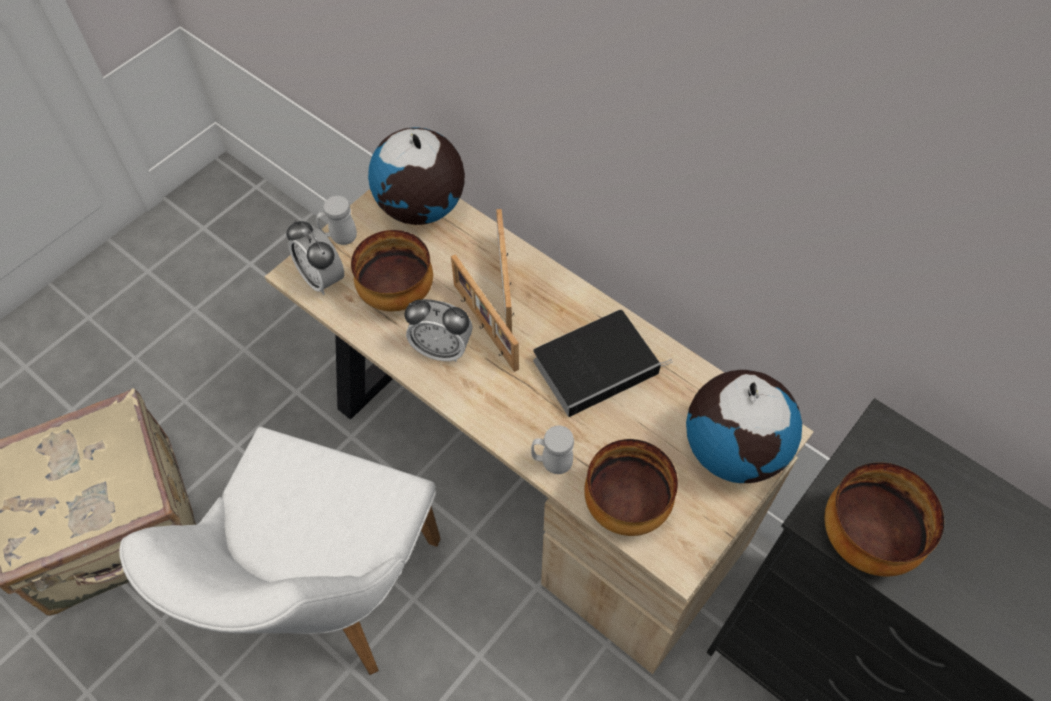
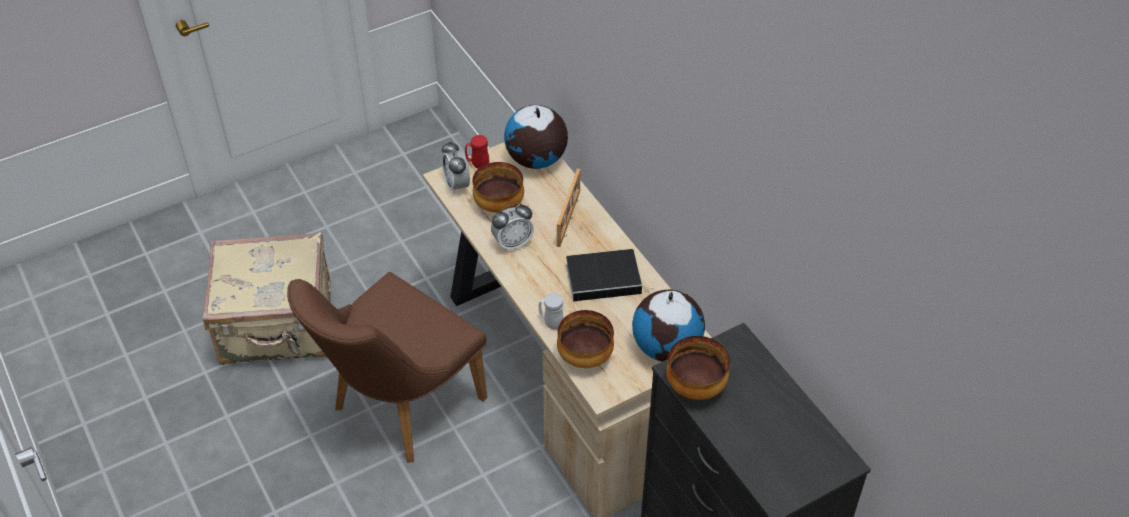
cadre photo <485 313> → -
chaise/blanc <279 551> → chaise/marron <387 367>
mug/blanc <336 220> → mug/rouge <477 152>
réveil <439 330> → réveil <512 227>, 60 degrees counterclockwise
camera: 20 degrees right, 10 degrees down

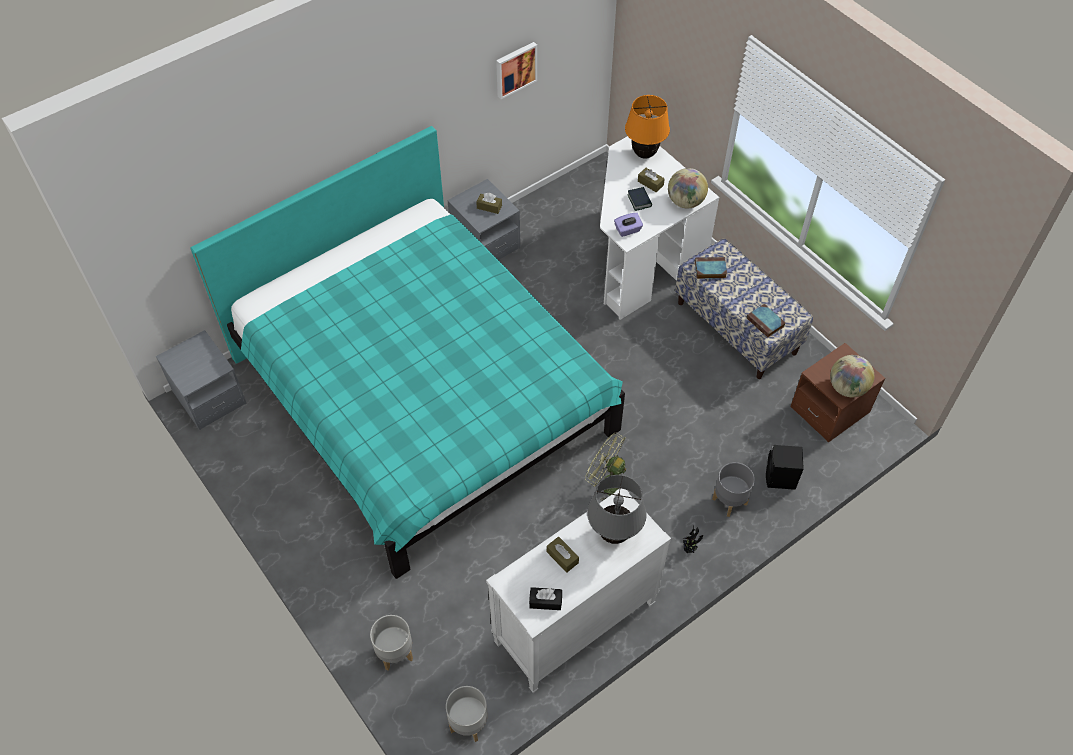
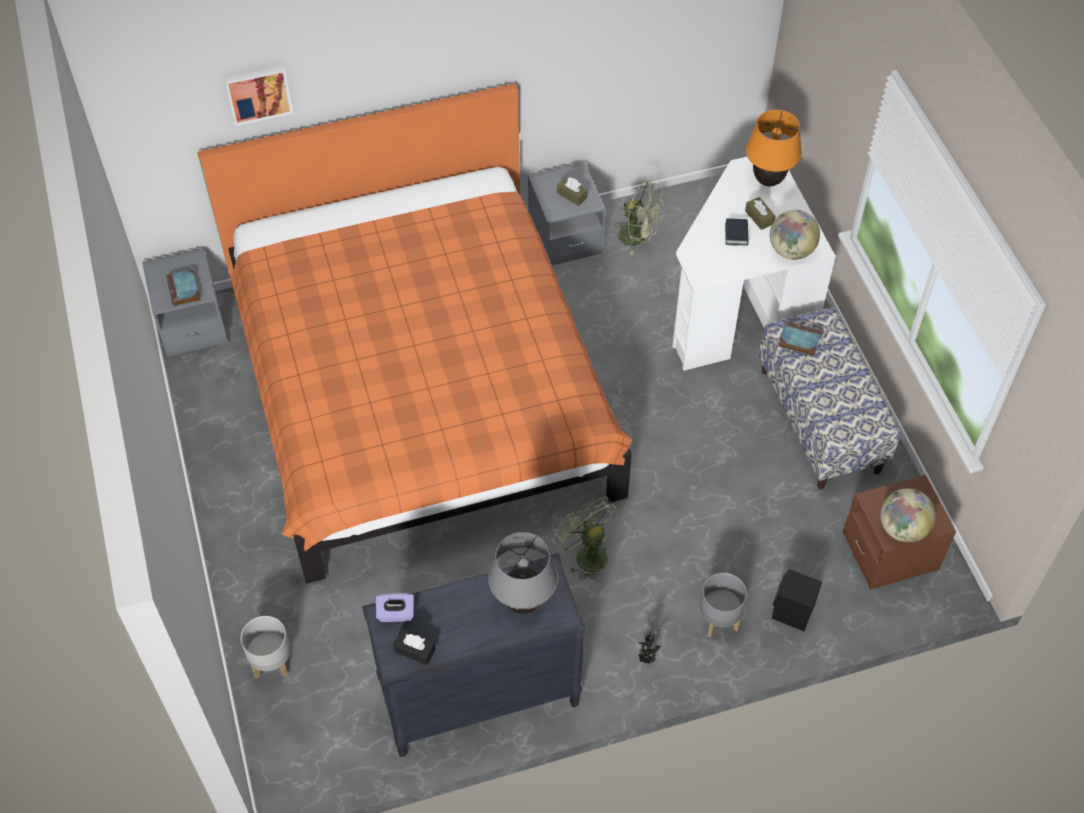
cache-pot/gris <467 714> → -
boîte à mouchoirs/marron <563 554> → -
- → ventilateur/vert <639 217>
tableau <516 70> → tableau <258 95>, shifted
boîte à mouchoirs/violet <628 225> → boîte à mouchoirs/violet <395 607>, shifted
livre <766 321> → livre <183 287>, shifted
lit/turquoise <407 352> → lit/orange <414 333>
commode/blanc <578 590> → commode/noir <473 655>
camera: 20 degrees right, 0 degrees up

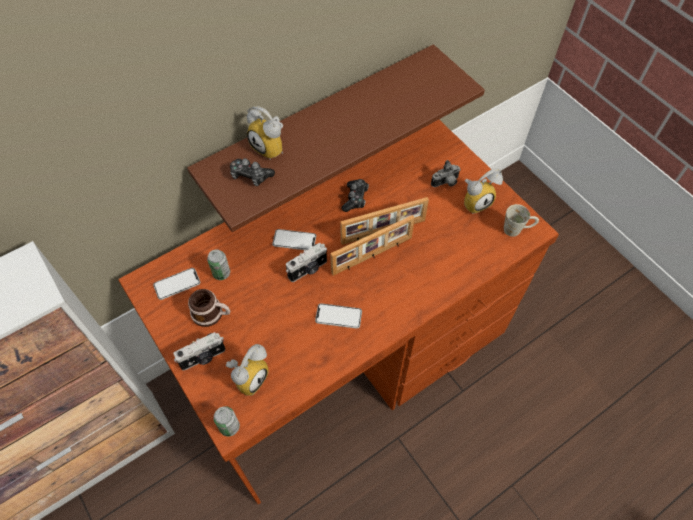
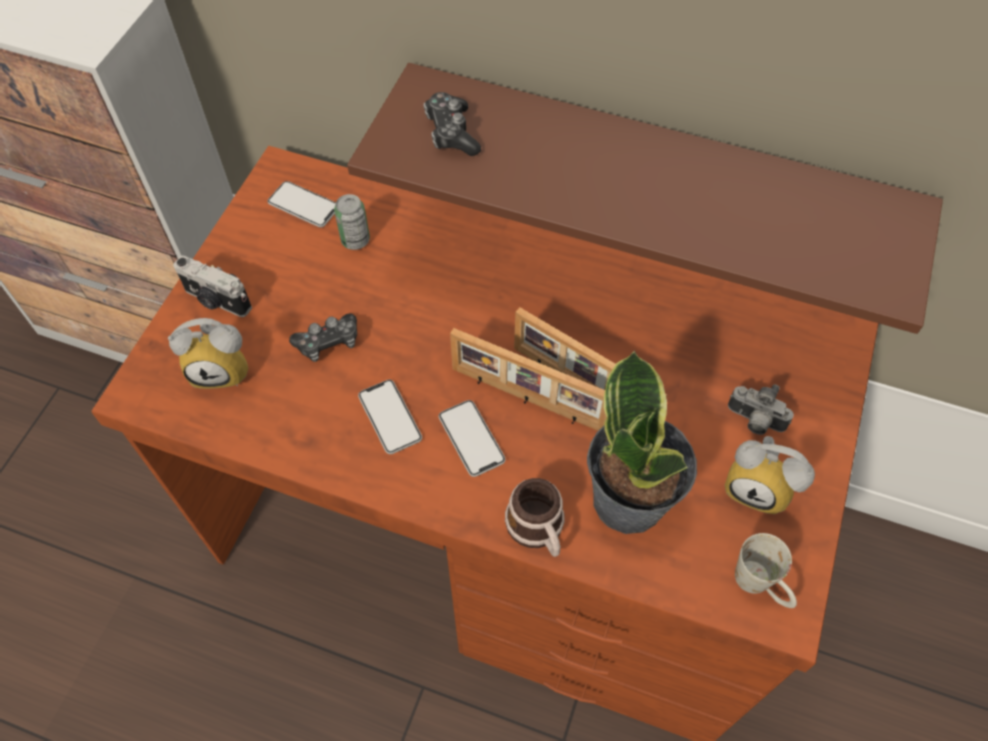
boîte métallique <226 421> → -
réveil <265 132> → -
appareil photo <306 262> → -
- → plante en pot <642 442>
mug <209 308> → mug <534 517>, shifted
téléphone <294 239> → téléphone <472 438>, shifted
manette <355 195> → manette <323 337>, shifted
camera: 55 degrees right, 0 degrees up

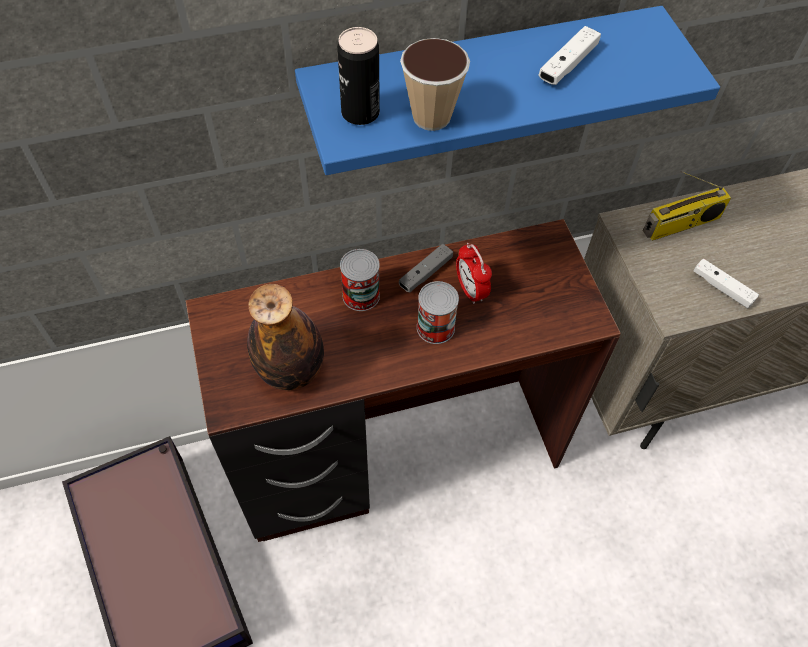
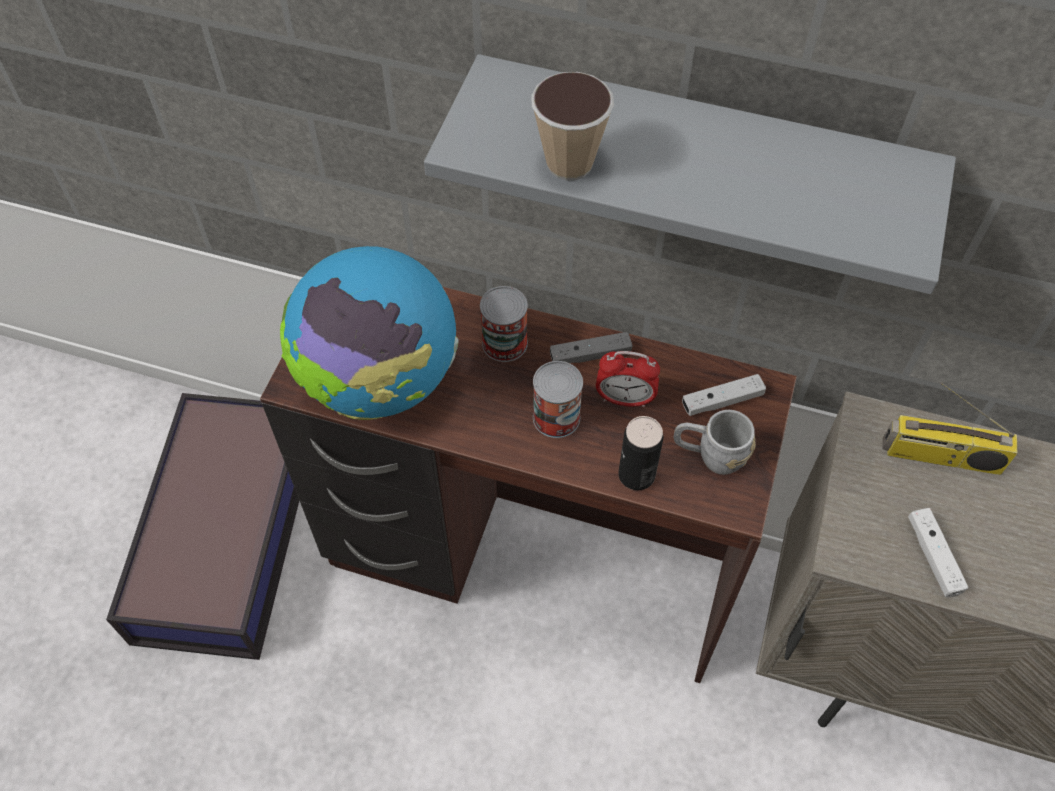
- → mug/gris <715 442>
boîte métallique <358 76> → boîte métallique <641 453>, shifted
manette/blanc <569 55> → manette/blanc <724 395>, shifted
bouteille <285 337> → globe <369 332>
étagère/bleu <507 90> → étagère/gris <690 174>
réveil <474 273> → réveil <628 379>, 90 degrees counterclockwise
camera: 35 degrees right, 0 degrees up

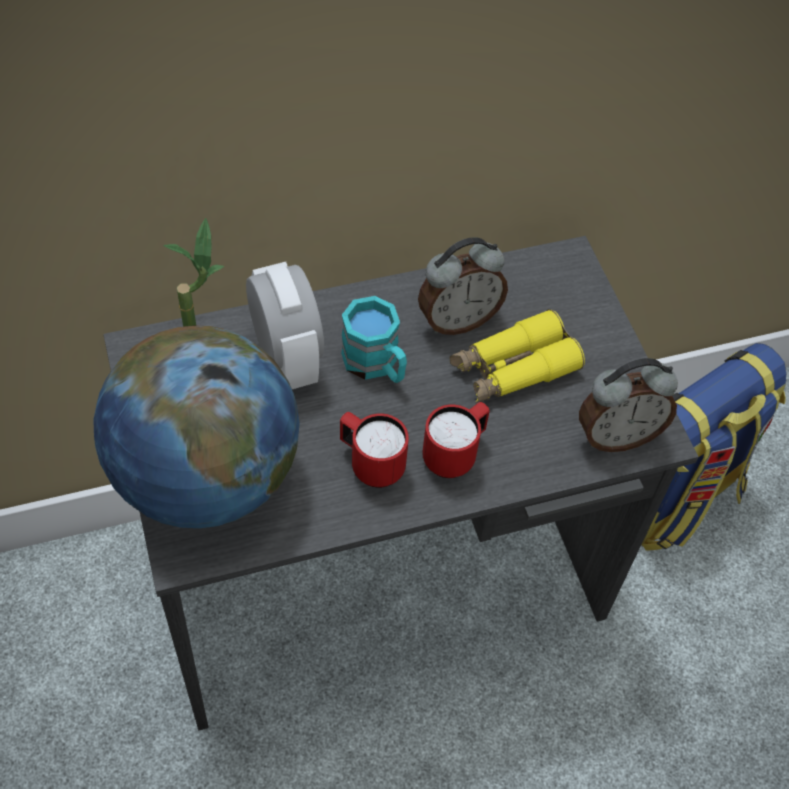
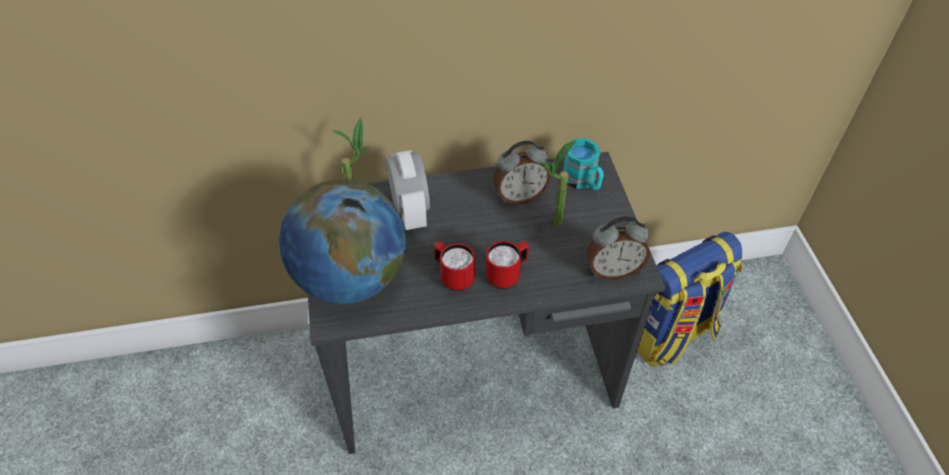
mug/turquoise <374 339> → mug/turquoise <583 164>, shifted
jumelles/jaune <517 356> → plante en pot <557 183>
camera: 10 degrees right, 5 degrees down

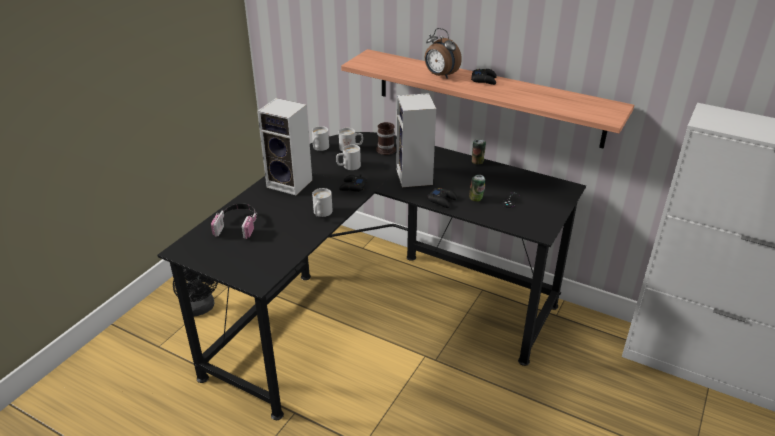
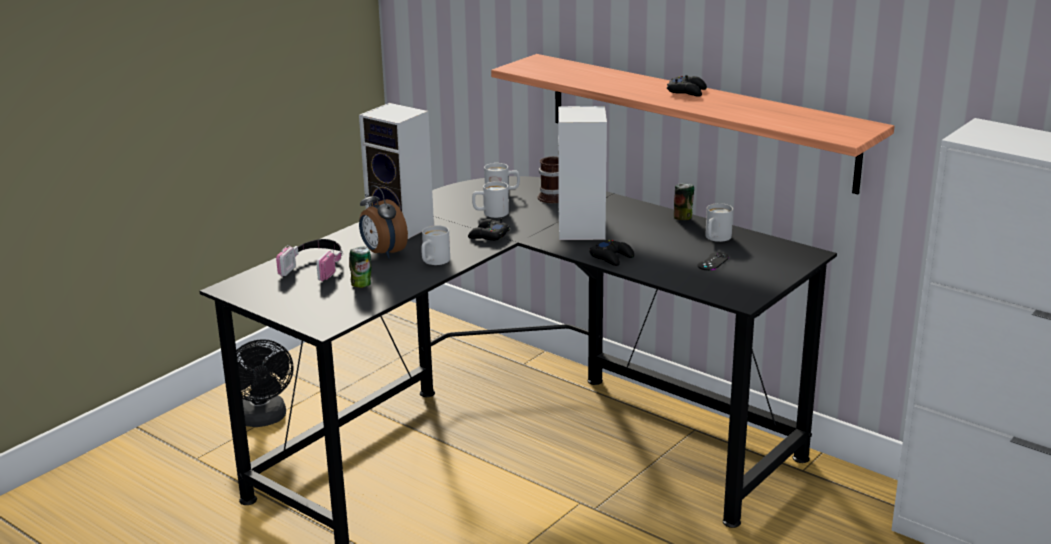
mug/blanc <320 138> → mug/blanc <719 222>, shifted
réveil <443 53> → réveil <383 221>, shifted
boîte métallique <477 188> → boîte métallique <360 267>, shifted
camera: 10 degrees right, 10 degrees down

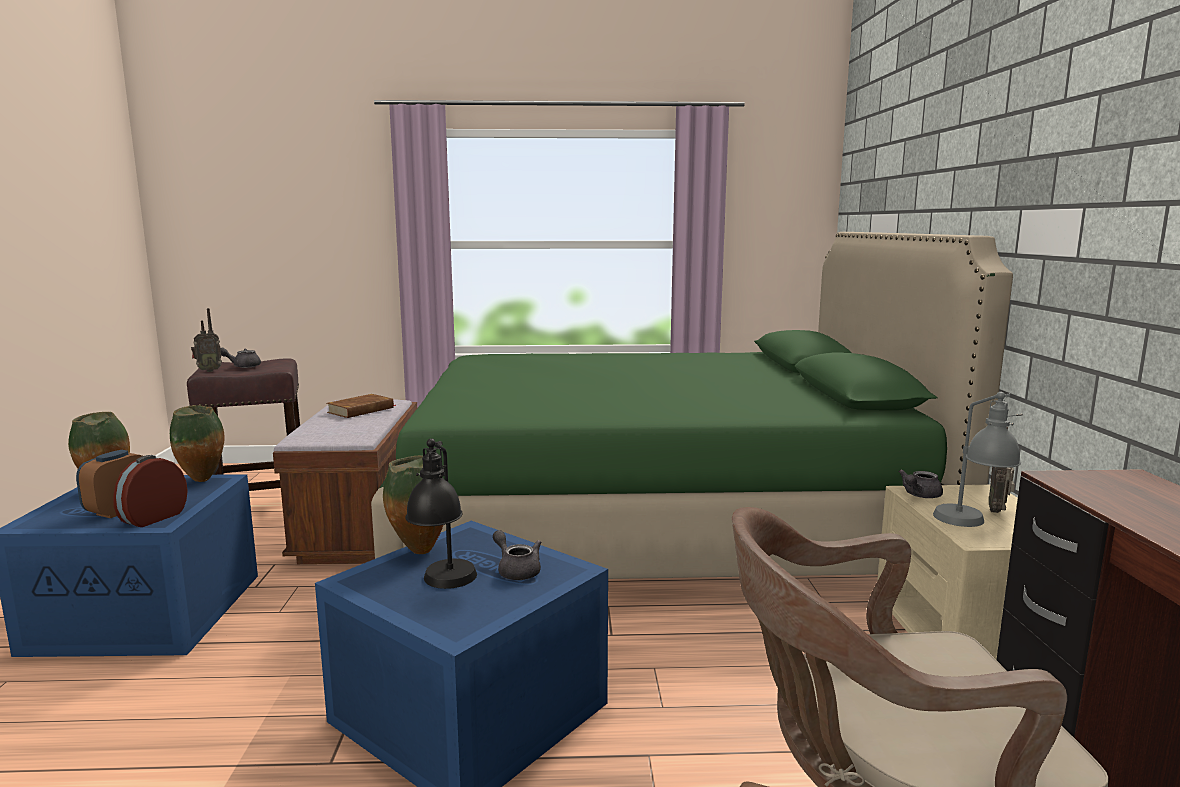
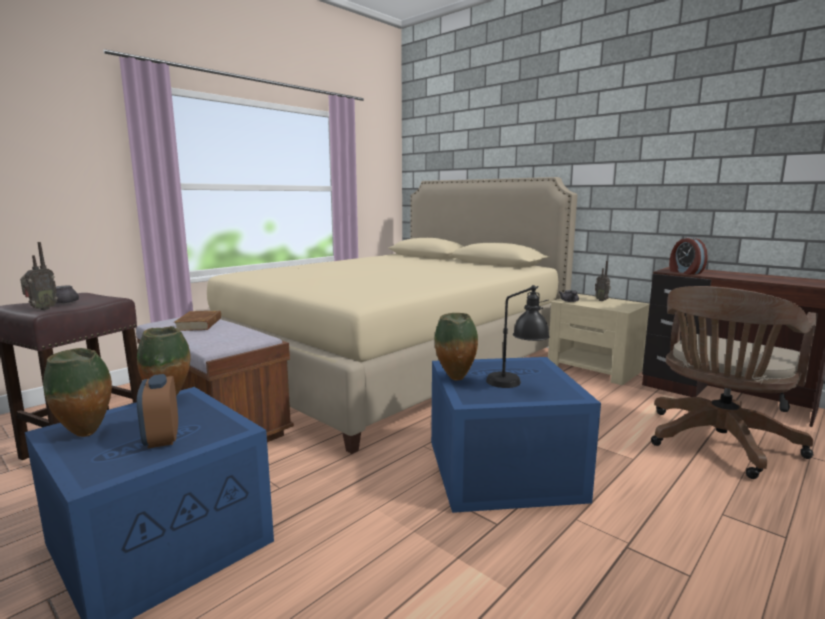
théière/gris <517 555> → -
lampe de table/gris <978 459> → -
réveil <150 491> → réveil <688 255>, shifted
lit/vert <692 405> → lit/beige <392 315>
camera: 45 degrees left, 0 degrees up

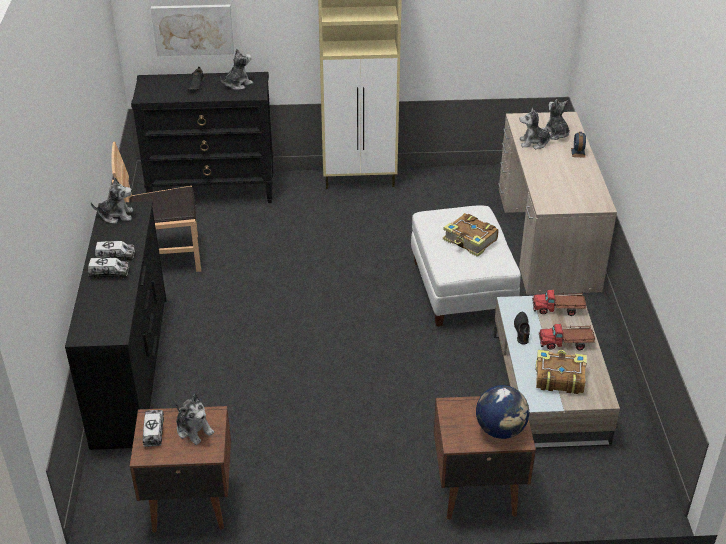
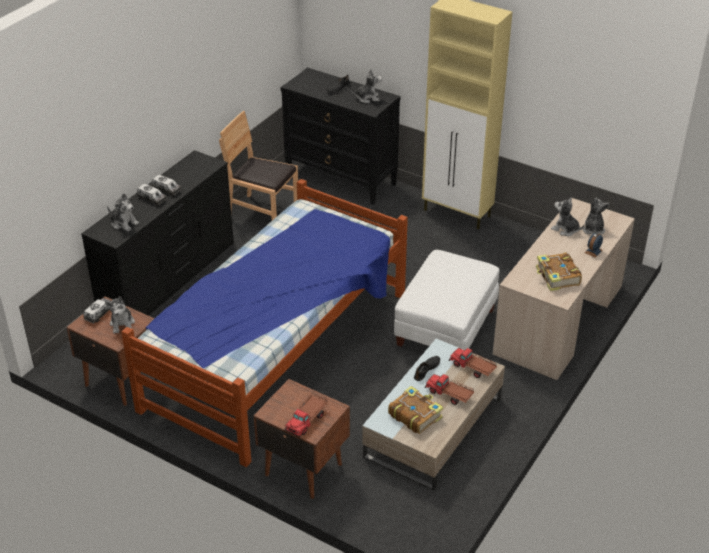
tableau <192 30> → -
- → lit <264 323>
peluche <112 201> → peluche <123 212>, shifted
livre <470 235> → livre <559 271>, shifted
globe <502 412> → camion jouet <305 415>
camera: 35 degrees right, 0 degrees up

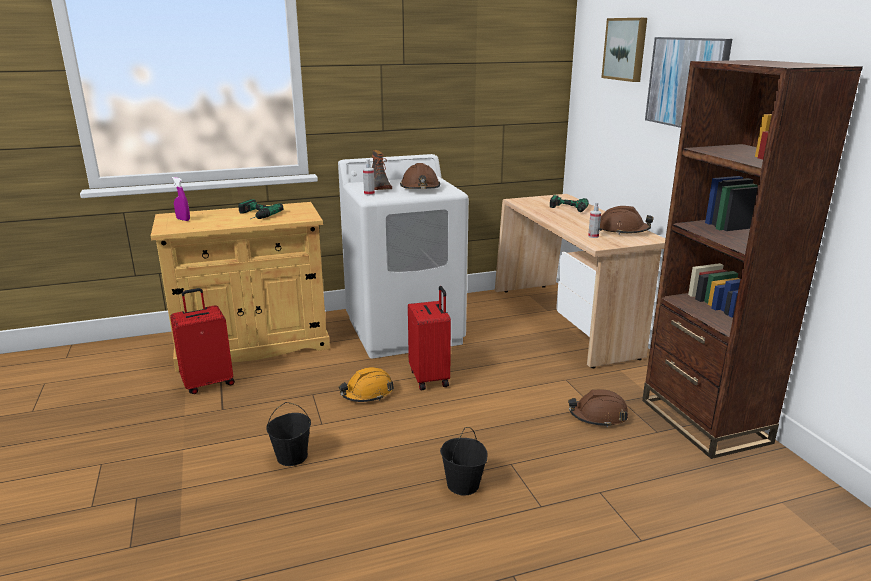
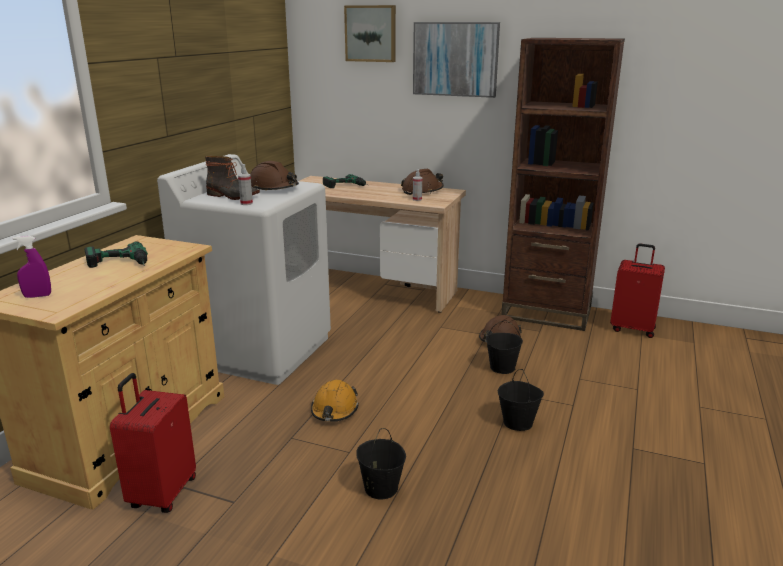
- → seau/noir <504 347>
valise/rouge <429 338> → valise/rouge <637 291>, shifted
camera: 50 degrees left, 0 degrees up

